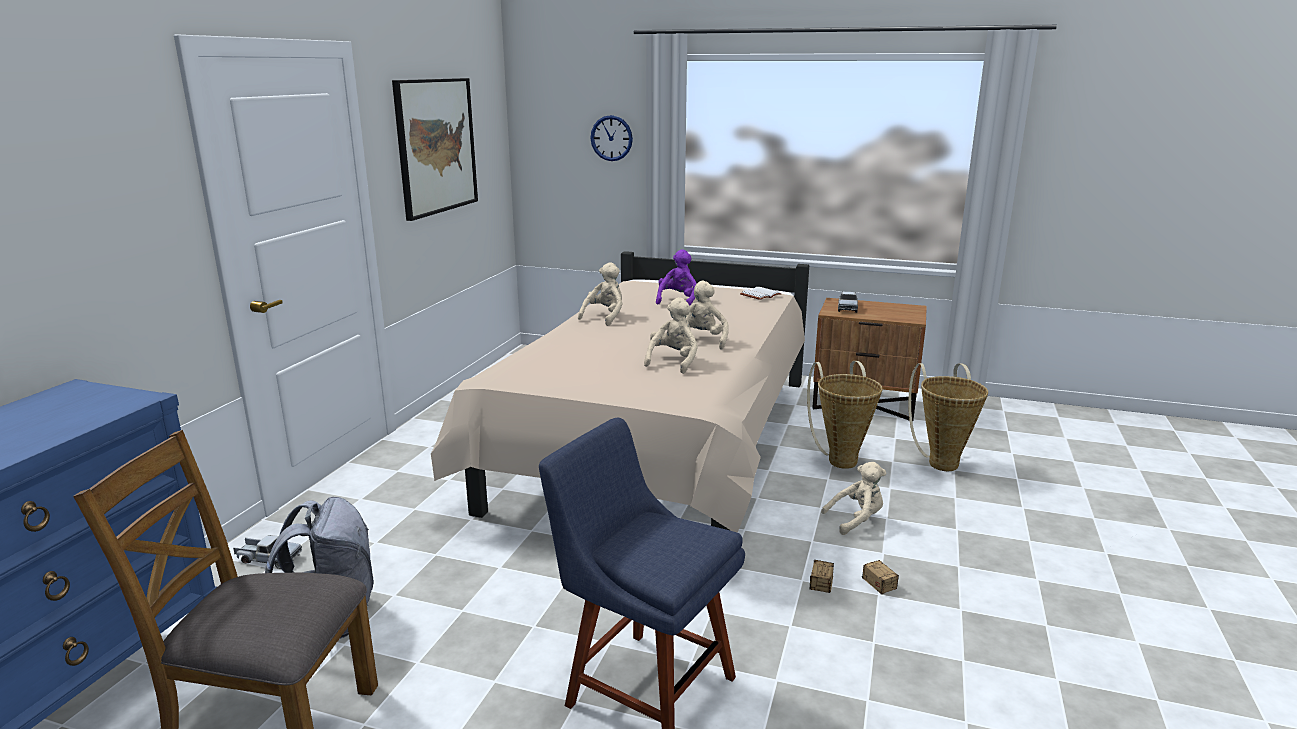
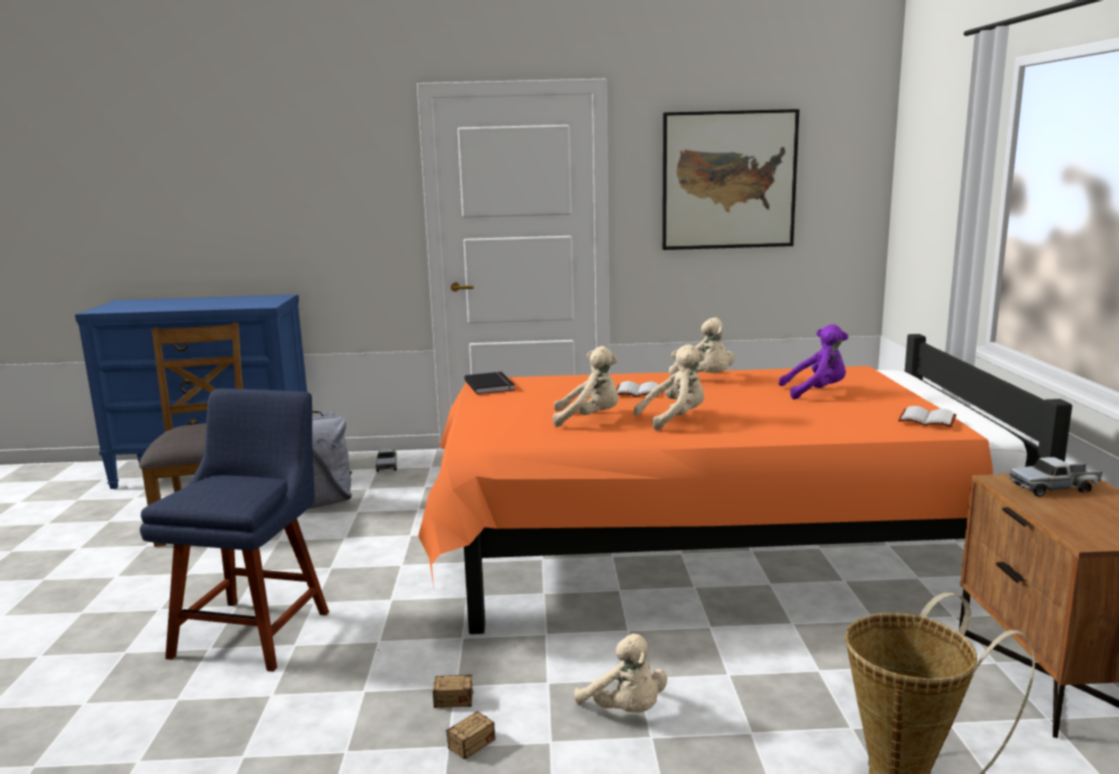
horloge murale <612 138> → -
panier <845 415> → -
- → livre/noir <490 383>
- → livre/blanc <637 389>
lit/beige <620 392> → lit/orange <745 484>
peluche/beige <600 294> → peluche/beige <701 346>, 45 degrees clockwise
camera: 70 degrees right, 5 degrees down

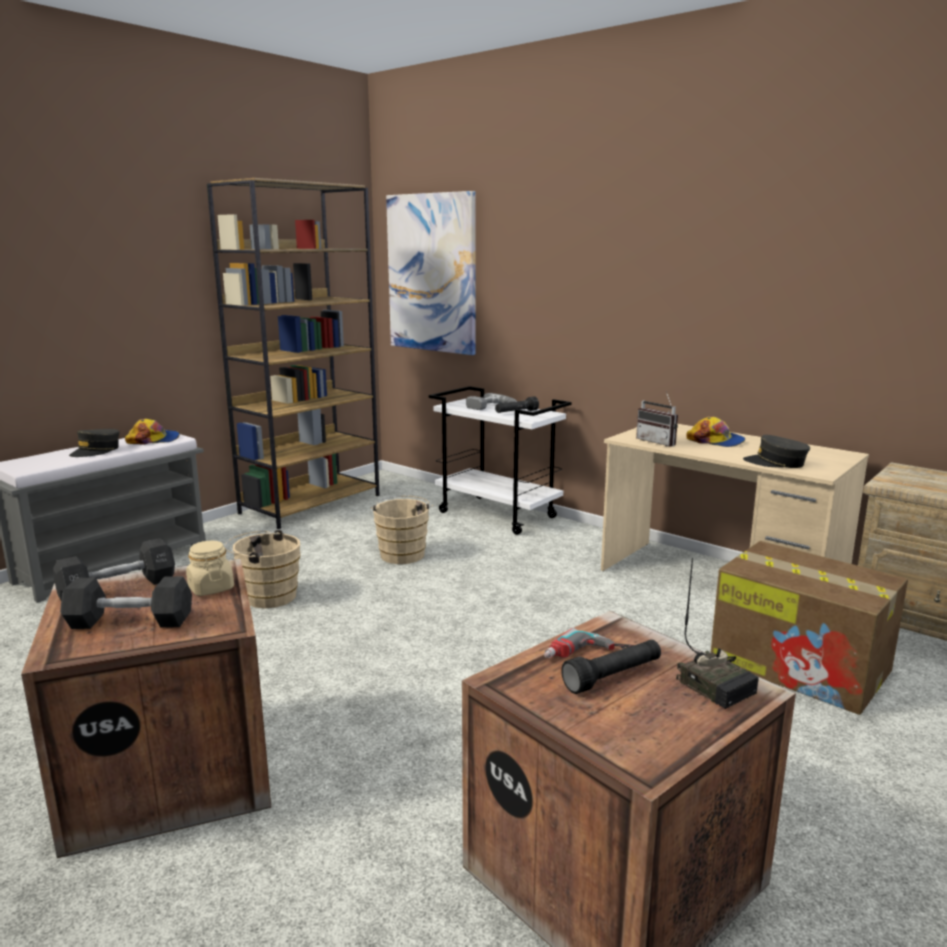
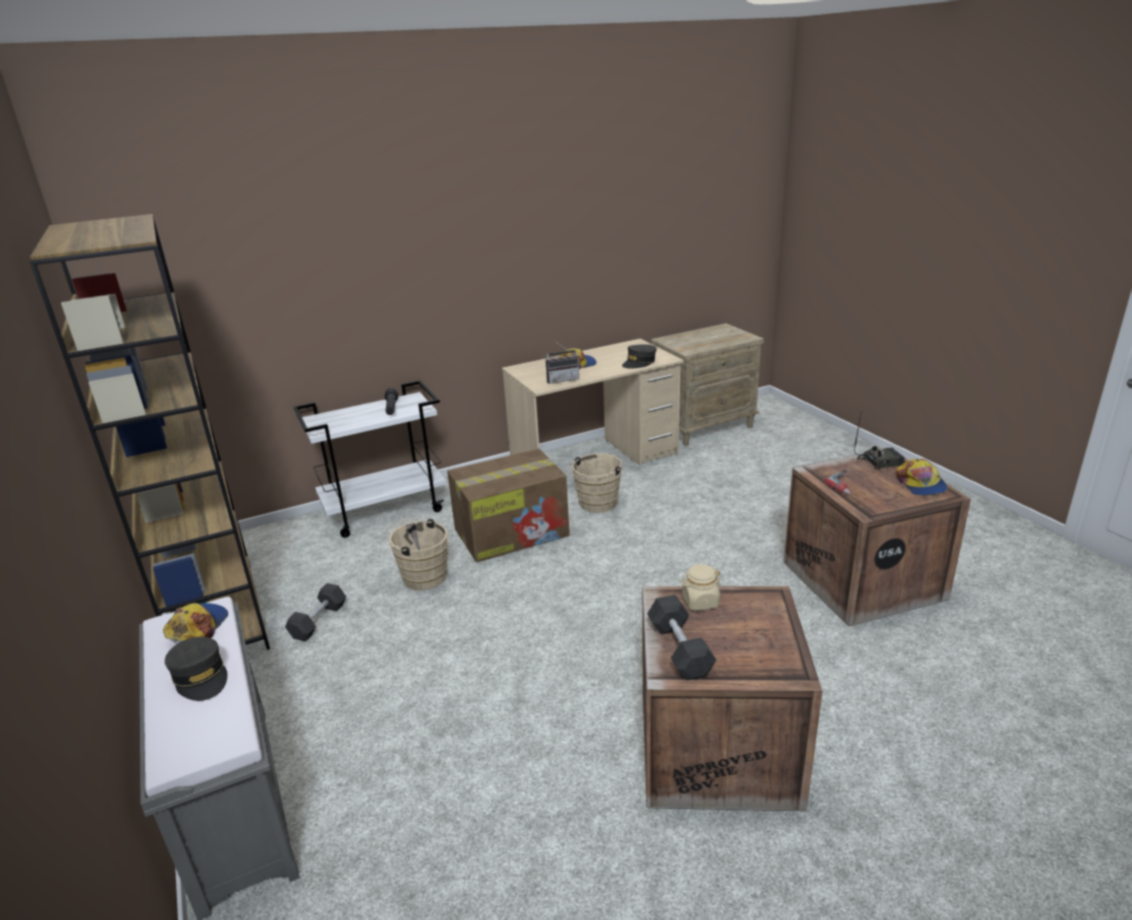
tableau <431 273> → -
perceuse <491 401> → -
lampe de poche/noir <611 667> → -
- → casquette <921 477>
haltère/noir <126 602> → haltère/noir <315 612>, shifted
seau/beige <263 569> → seau/beige <595 483>, shifted
carton <809 628> → carton <508 505>, shifted
camera: 65 degrees left, 10 degrees up

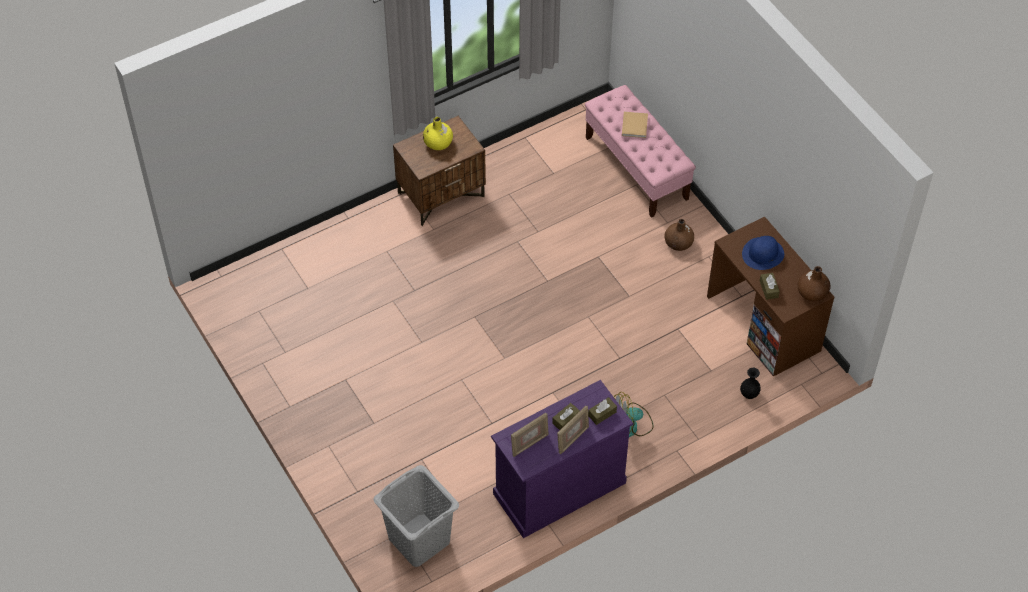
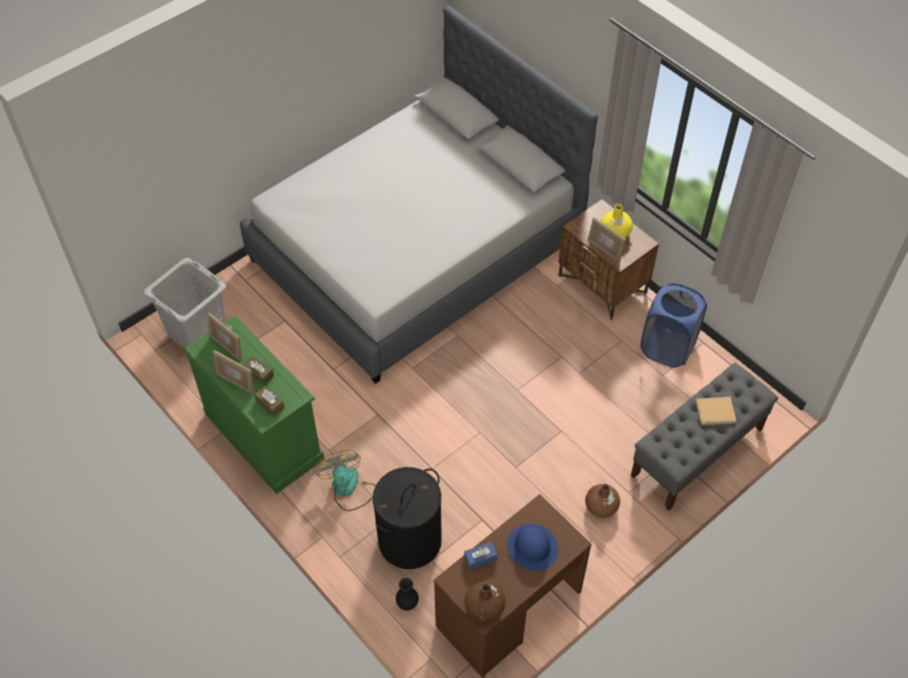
- → lit/gris <419 195>
- → panier à linge/noir <407 518>
- → cadre photo <607 240>
- → panier à linge/bleu <673 326>
commode/violet <562 459> → commode/vert <254 404>
banc/rose <640 151> → banc/gris <704 436>
boîte à mouchoirs/marron <770 286> → boîte à mouchoirs/bleu <481 556>
camera: 80 degrees right, 0 degrees up

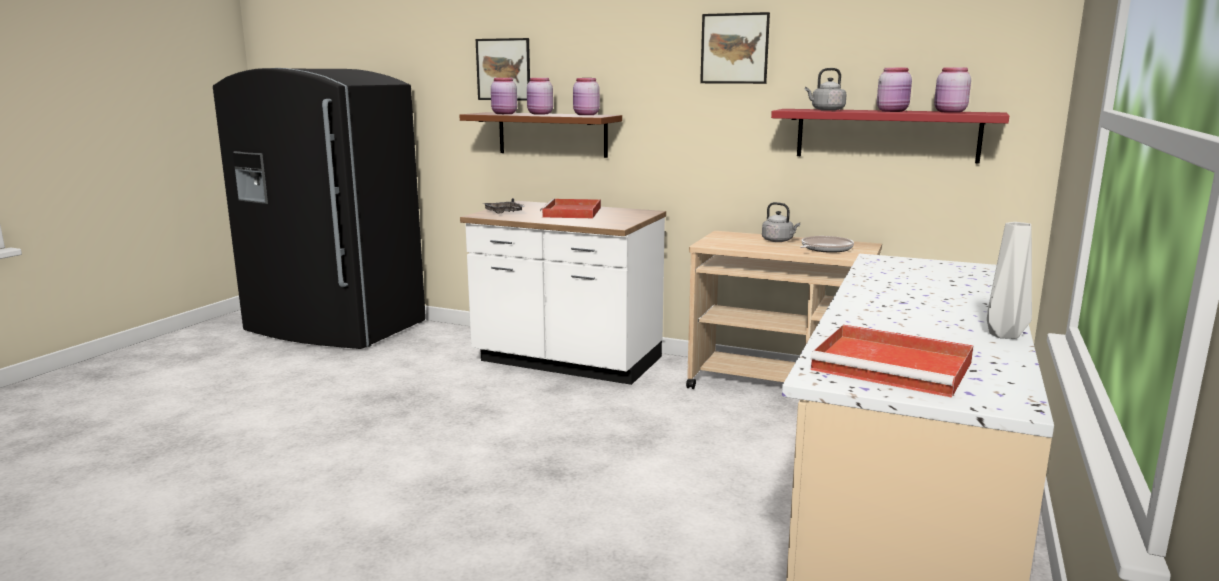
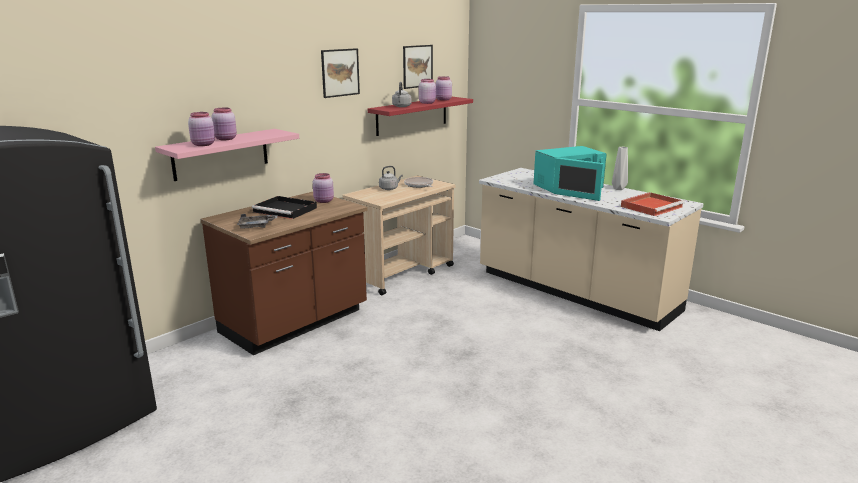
- → micro-ondes/turquoise <570 173>
tableau <503 69> → tableau <418 67>, shifted
bocal/rose <586 96> → bocal/rose <323 188>, shifted
étagère/marron <540 135> → étagère/rose <227 155>
comptoir de cuisine/blanc <563 293> → comptoir de cuisine/marron <284 273>
plateau/rouge <570 208> → plateau/noir <284 207>
camera: 70 degrees left, 5 degrees up

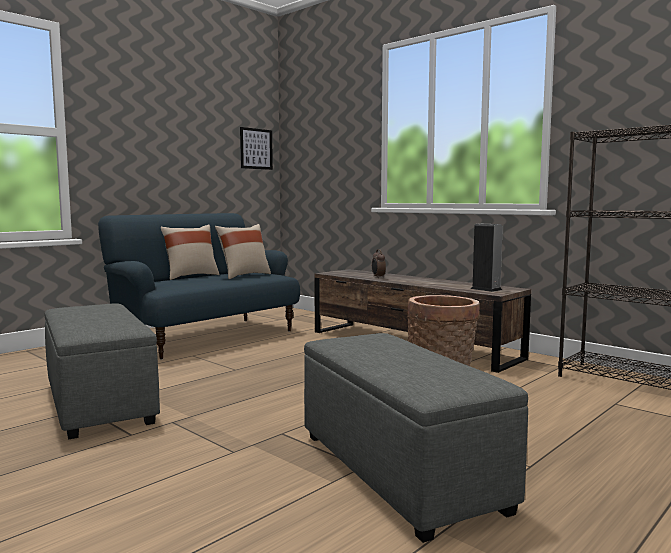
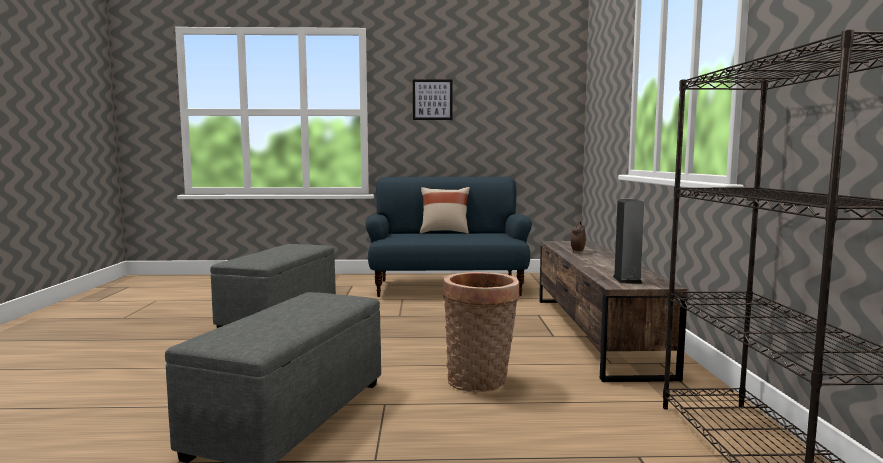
coussin/beige <243 251> → -
tableau <256 148> → tableau <433 99>, shifted
camera: 45 degrees right, 0 degrees up

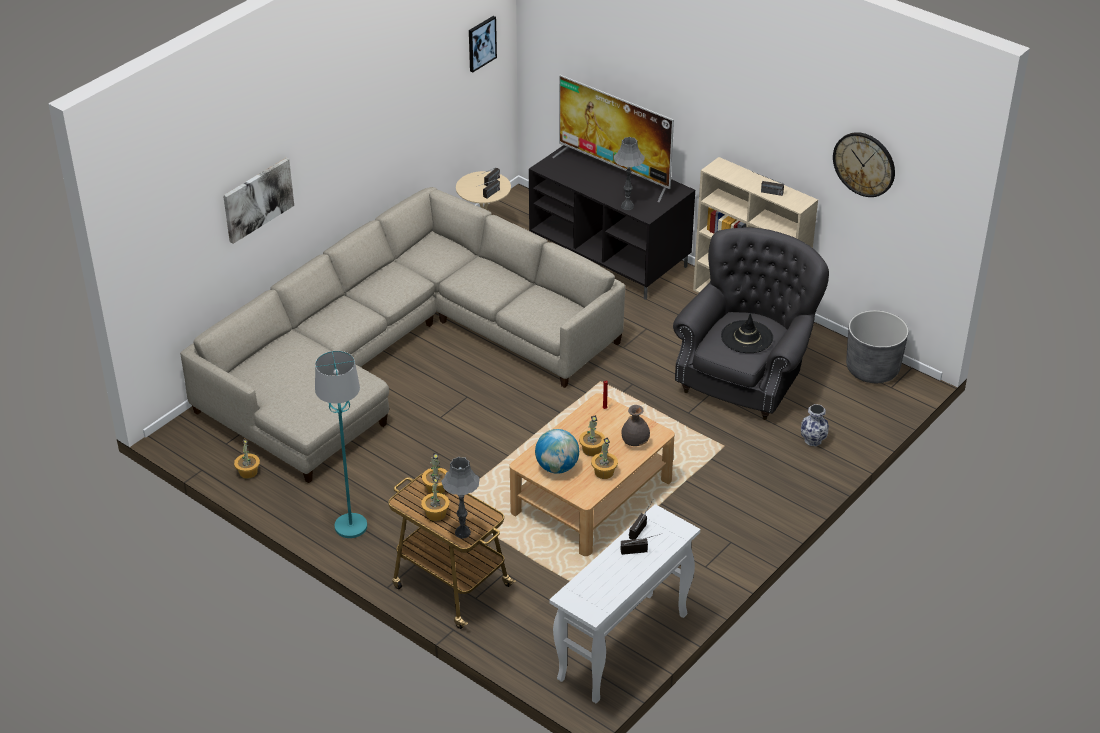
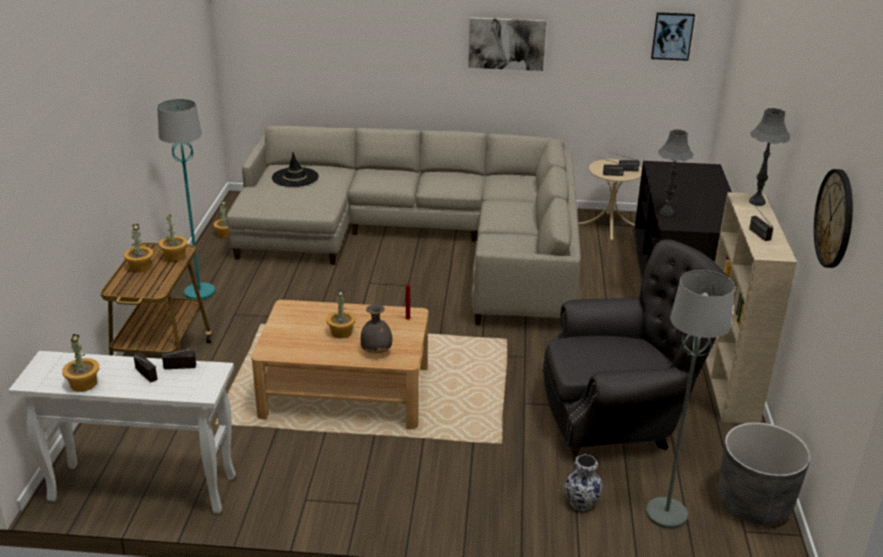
globe <557 451> → -
téléviseur <613 138> → -
- → lampadaire/gris <690 399>
tableau <258 201> → tableau <507 44>, shifted
lampe de table/gris <460 498> → lampe de table/gris <769 157>, shifted
plante en pot <604 458> → plante en pot <80 363>, shifted
chapeau/noir <747 333> → chapeau/noir <295 169>, shifted
camera: 55 degrees right, 10 degrees down

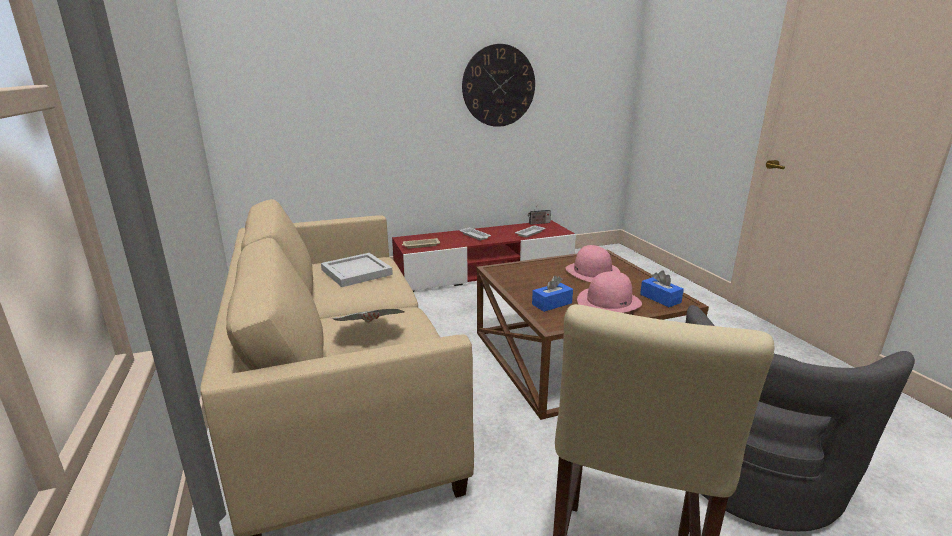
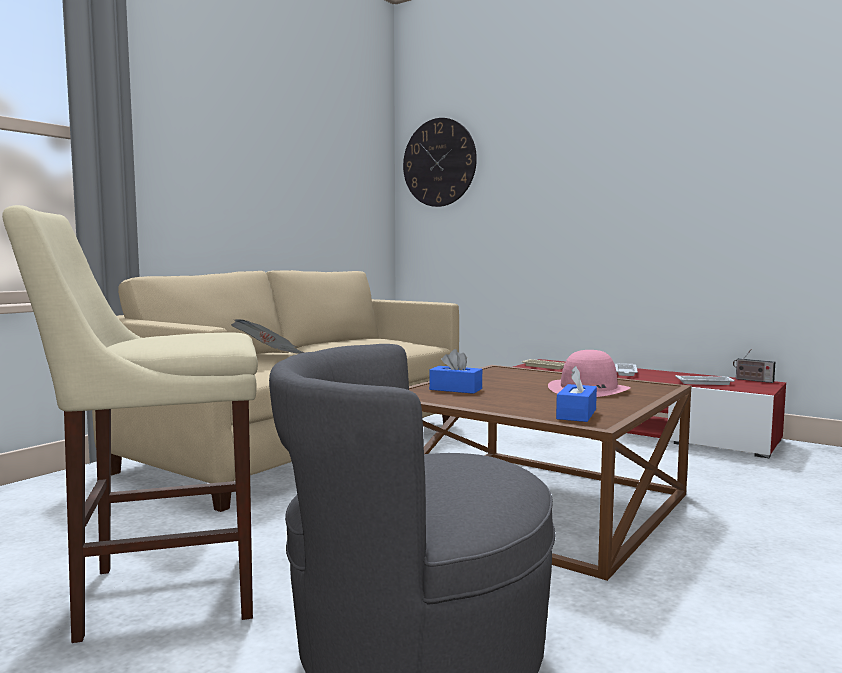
plateau/blanc <357 270> → -
chapeau/rose <609 292> → -
horloge murale <498 85> → horloge murale <440 162>, shifted
camera: 55 degrees right, 15 degrees down

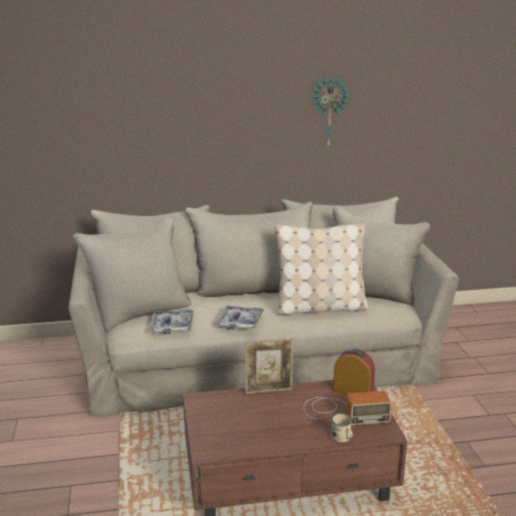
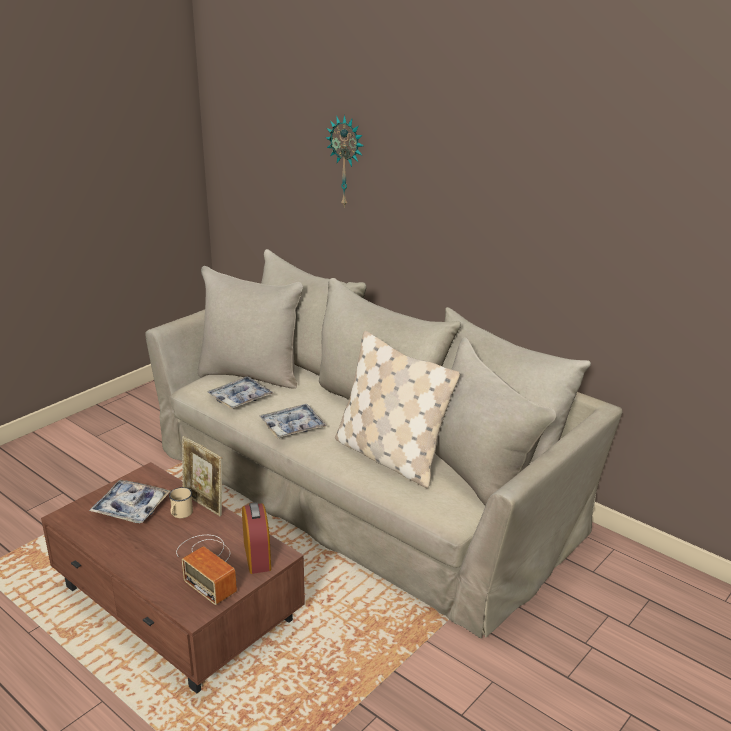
- → plateau <130 501>
horloge murale <330 112> → horloge murale <345 161>, shifted
mug/beige <342 428> → mug/beige <181 502>, shifted
camera: 50 degrees right, 5 degrees up

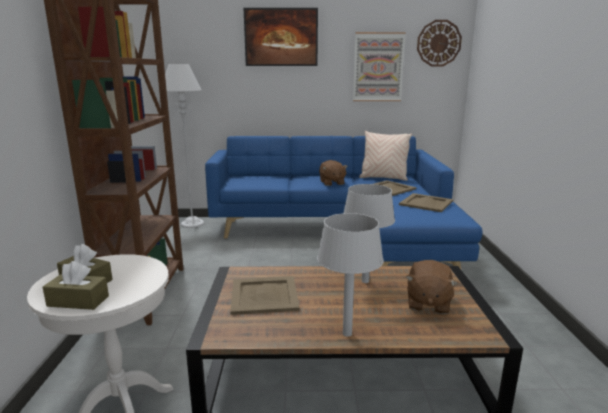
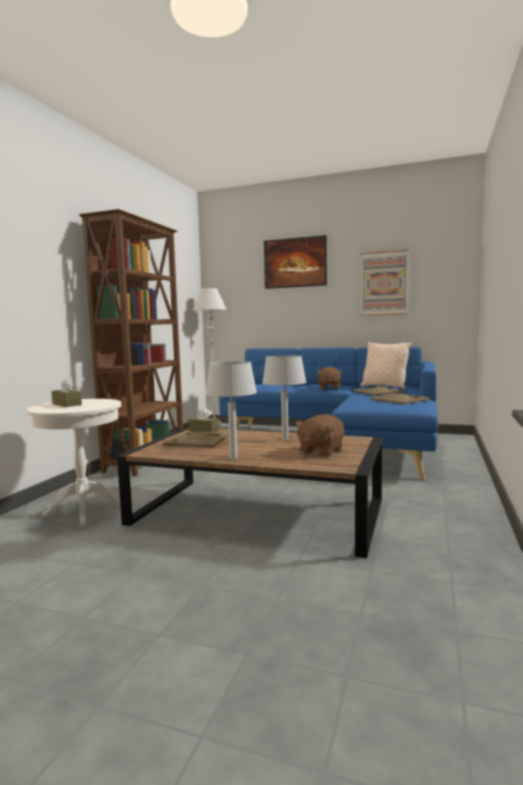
horloge murale <439 43> → -
boîte à mouchoirs/marron <76 285> → boîte à mouchoirs/marron <203 419>, shifted
camera: 20 degrees right, 10 degrees down

